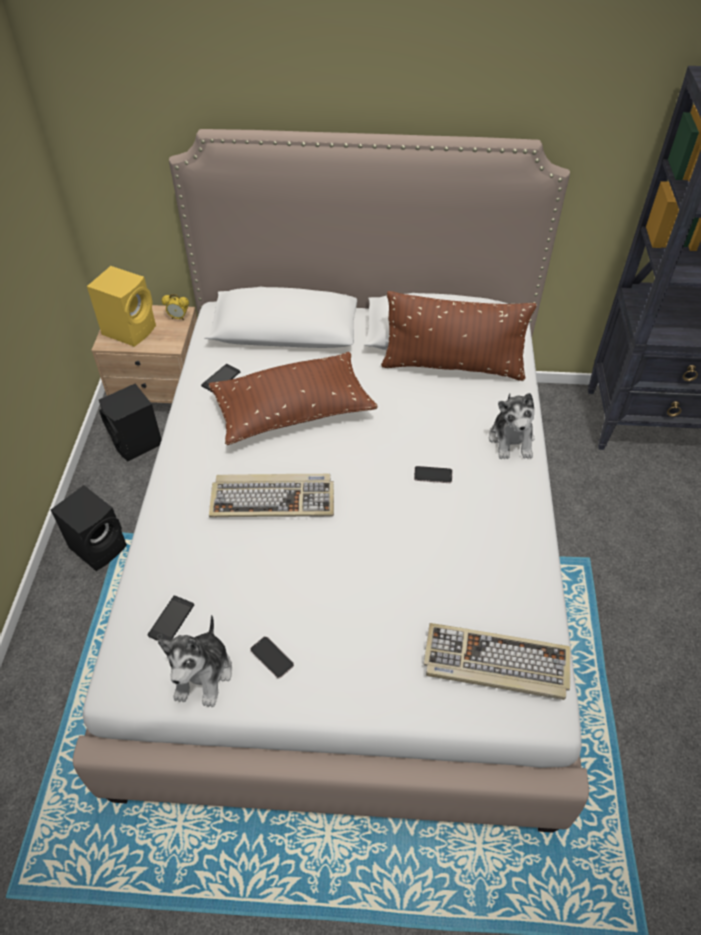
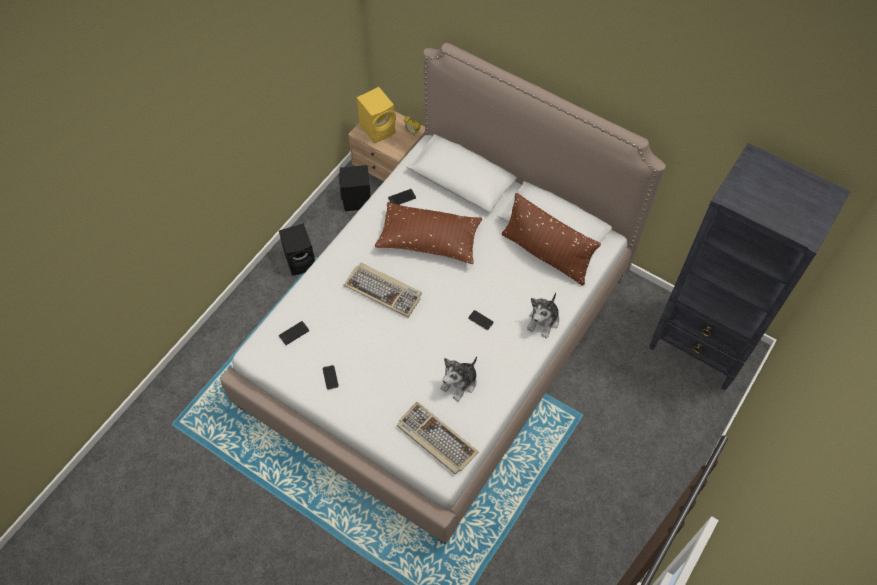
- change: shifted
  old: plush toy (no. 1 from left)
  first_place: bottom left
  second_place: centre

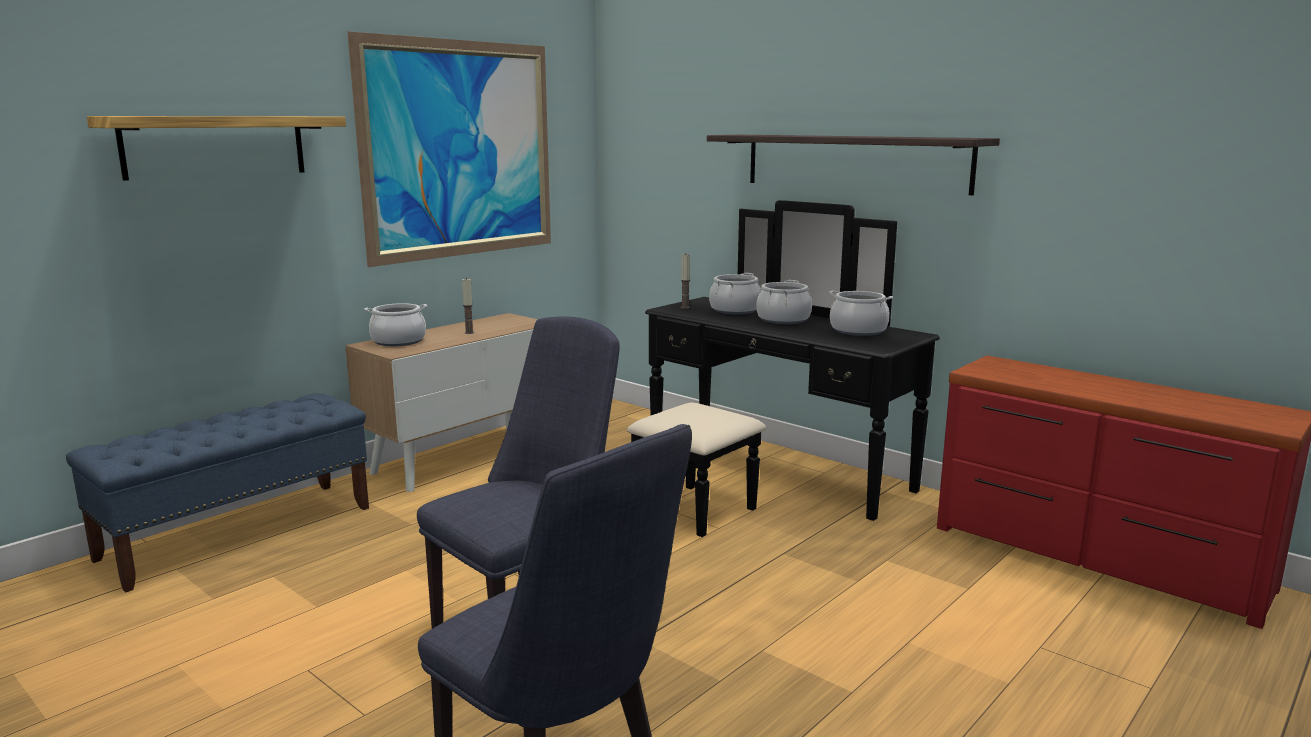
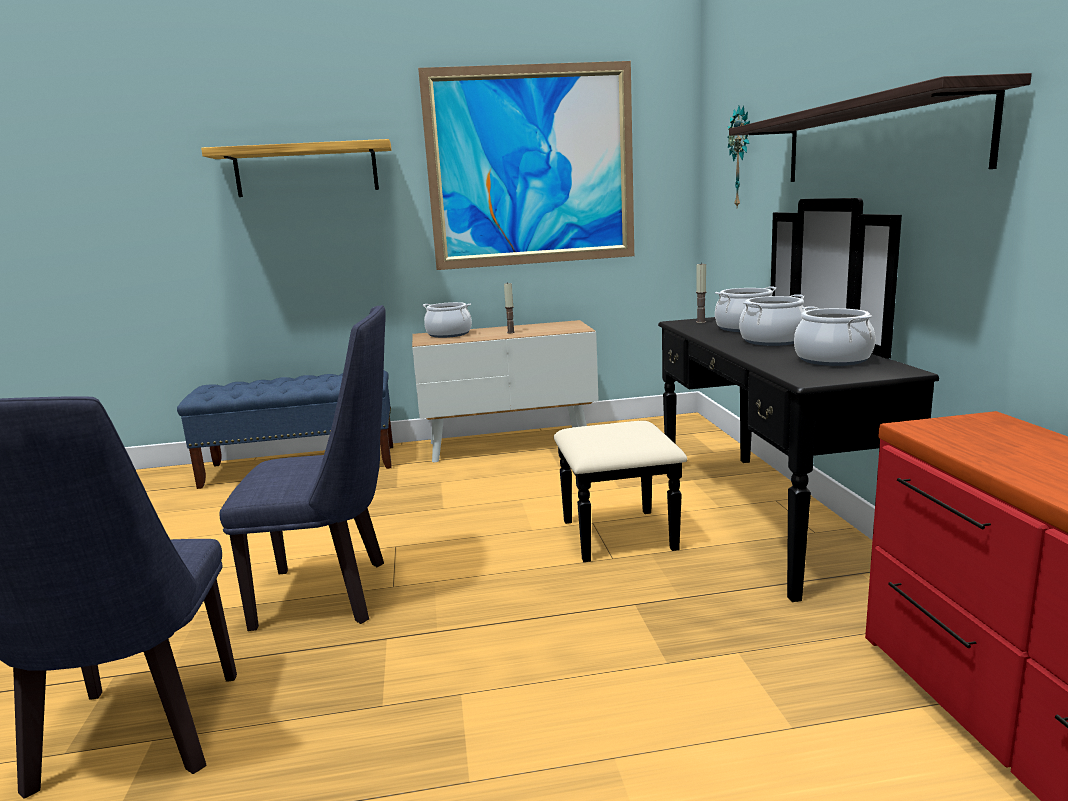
- change: new
  new: wall clock
  second_place: top right

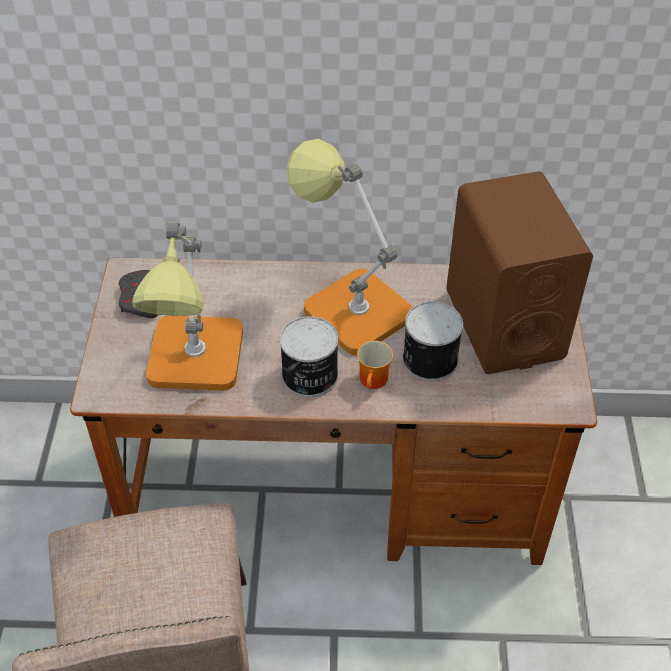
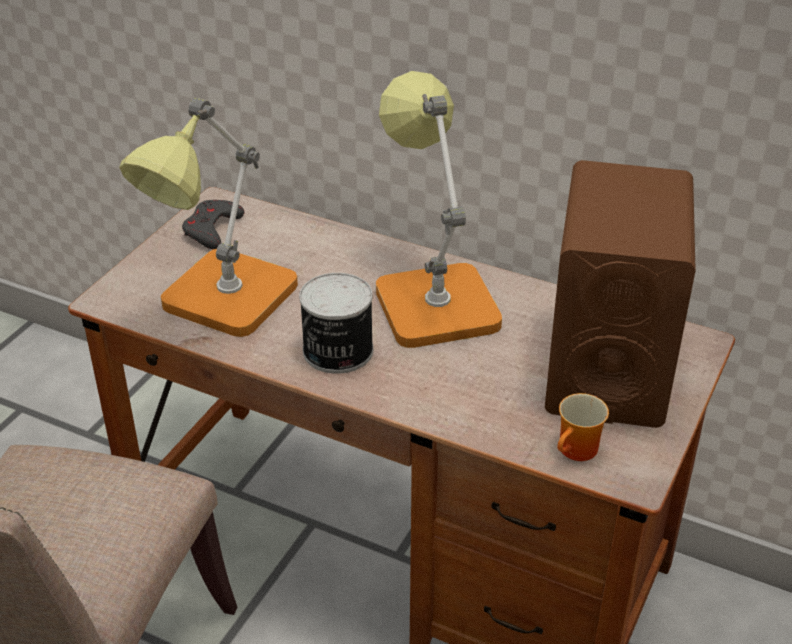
- change: shifted
  old: mug
  first_place: centre
  second_place: middle right
- change: gone
  old: can (no. 2 from left)
  first_place: centre

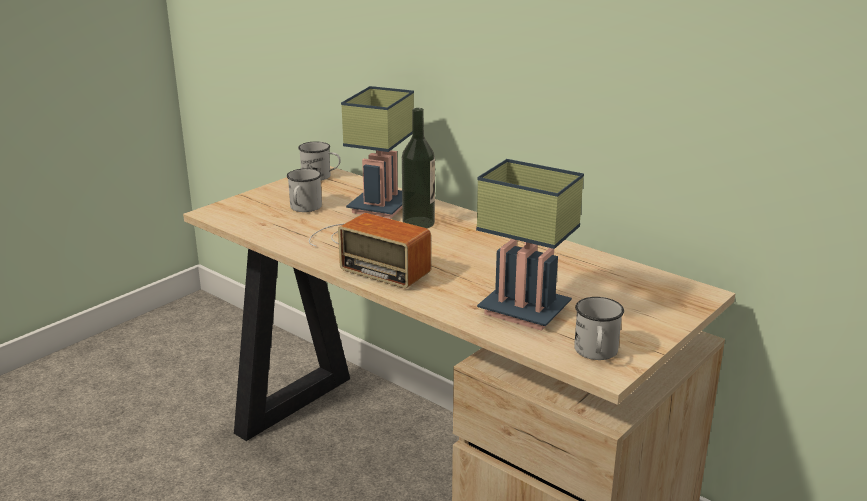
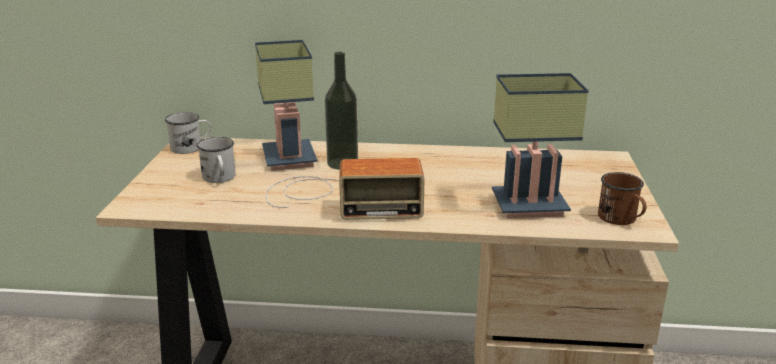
- change: repainted
  old: white mug (no. 3 from left)
  new: brown mug
  first_place: middle right
  second_place: middle right

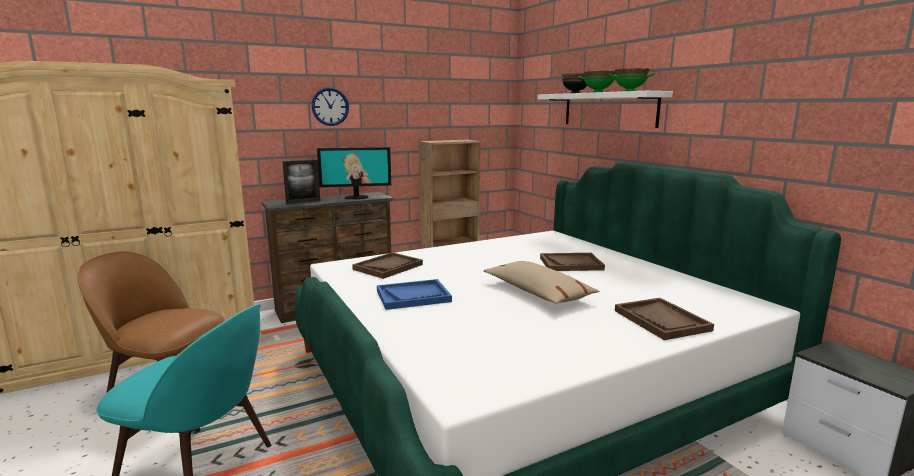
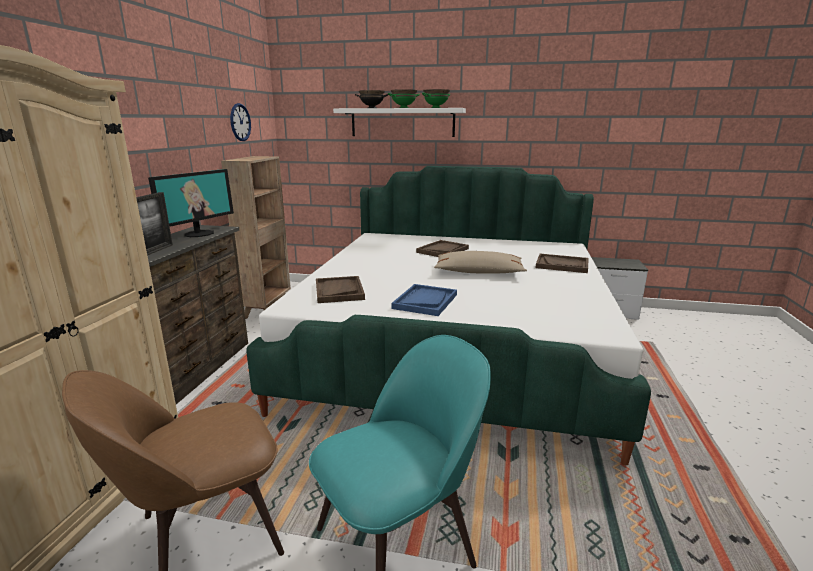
- change: shifted
  old: wall clock
  first_place: top centre
  second_place: top left

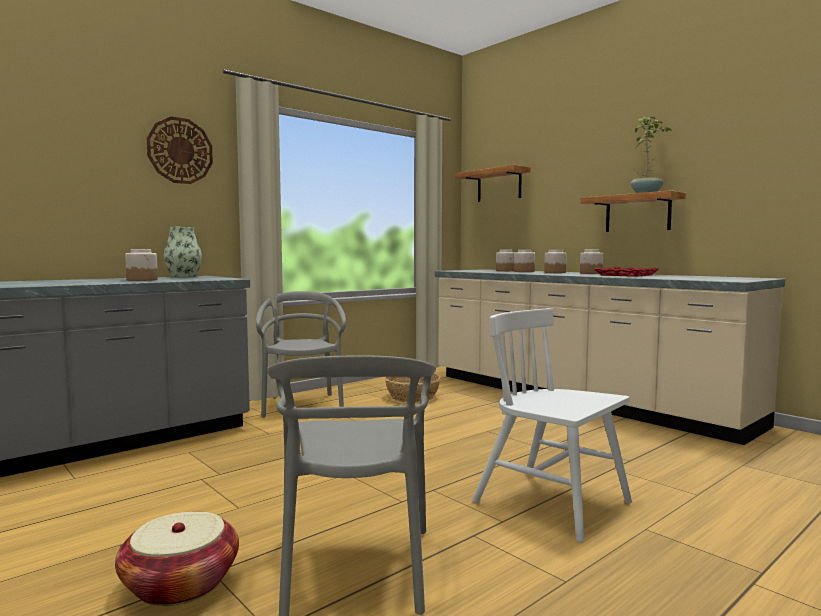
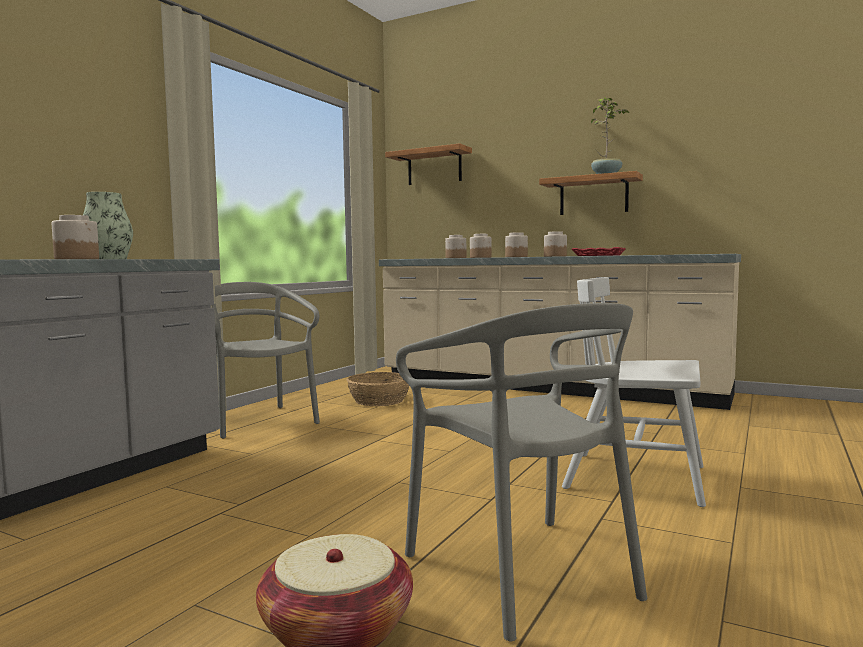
- change: gone
  old: wall clock
  first_place: top left

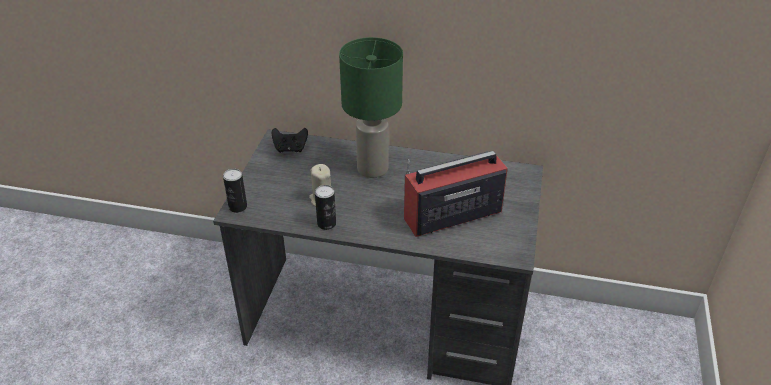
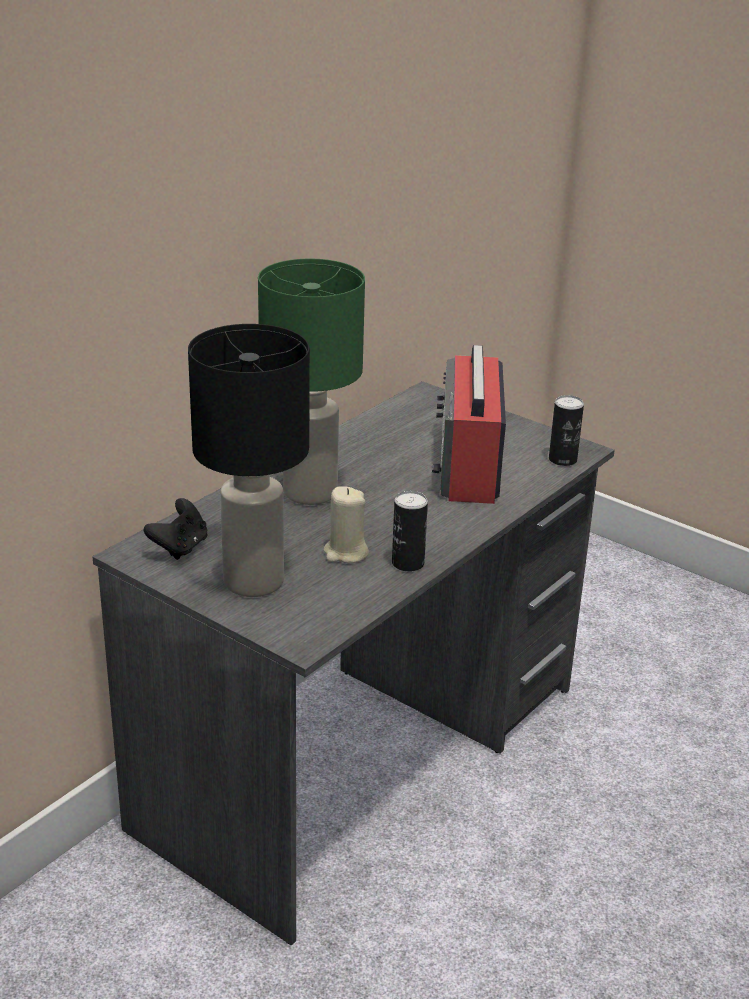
- change: shifted
  old: can (no. 1 from left in the first image)
  new: can (no. 2 from left)
  first_place: middle left
  second_place: middle right
- change: new
  new: black table lamp
  second_place: middle left

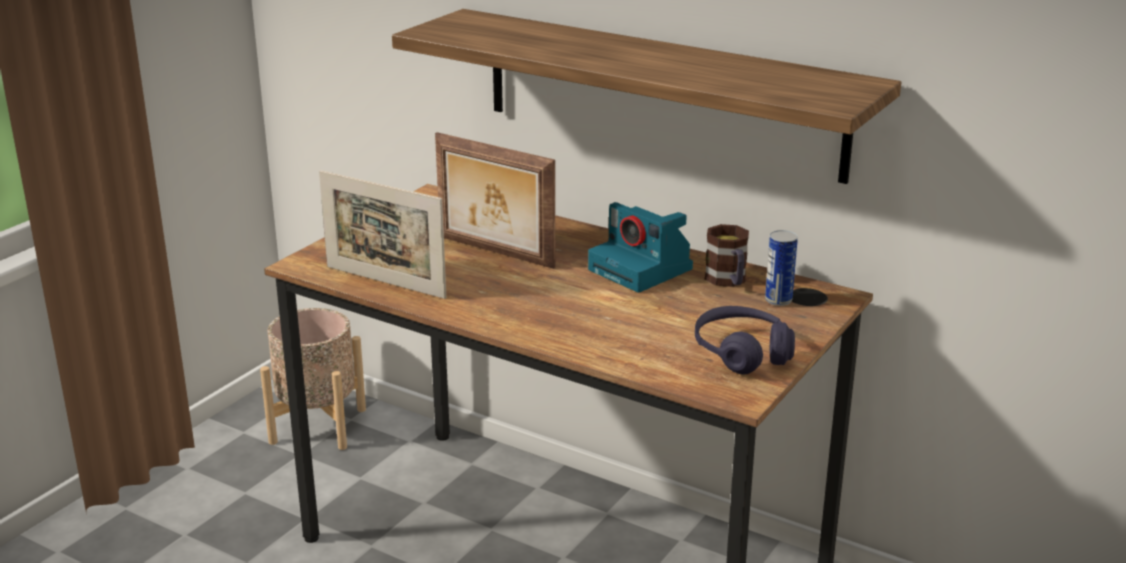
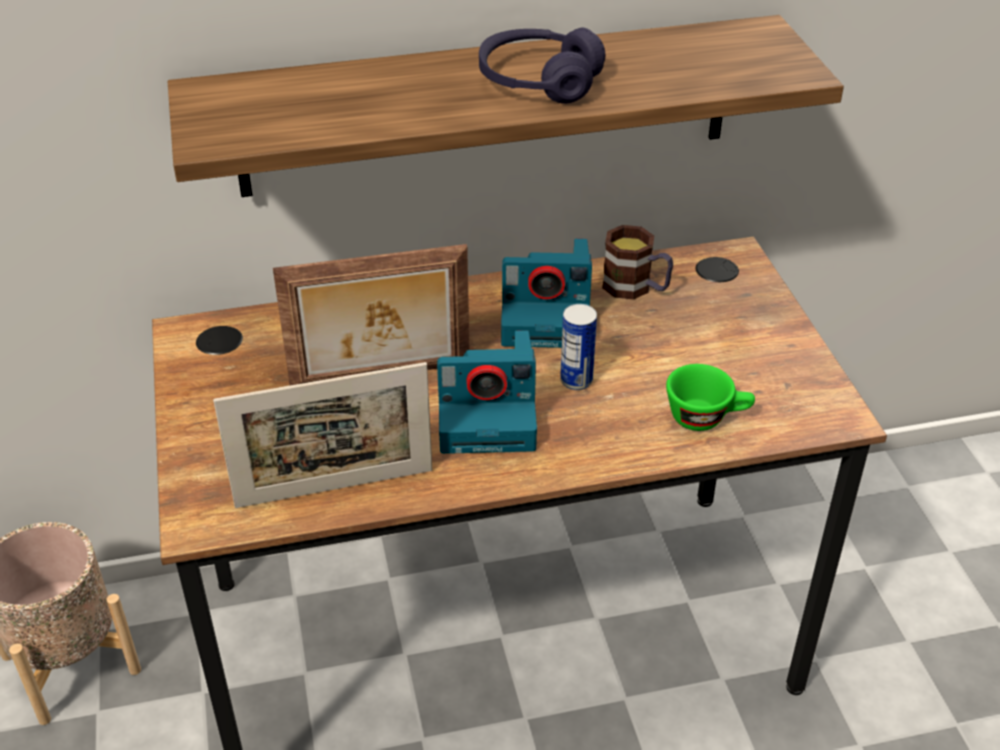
- change: shifted
  old: purple headphones
  first_place: centre
  second_place: top centre
- change: shifted
  old: can
  first_place: middle right
  second_place: centre
- change: new
  new: photo camera (no. 1 from left)
  second_place: centre
- change: new
  new: green cup
  second_place: middle right

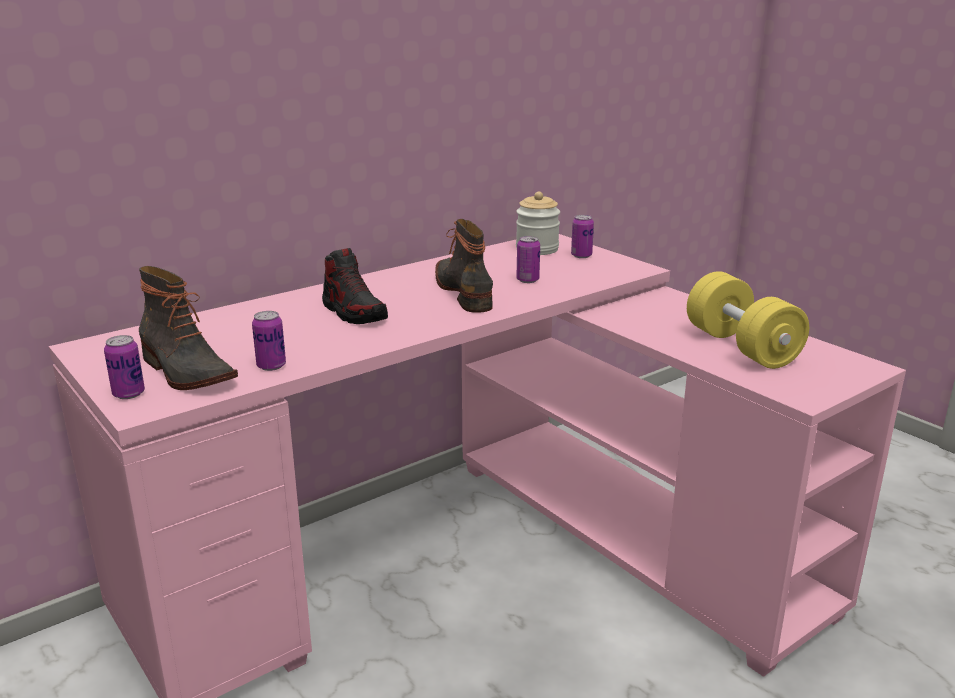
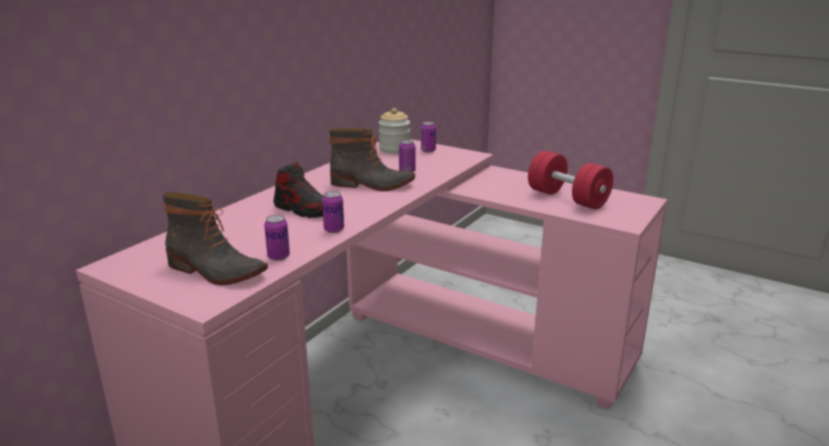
- change: shifted
  old: can (no. 1 from left in the first image)
  new: can (no. 2 from left)
  first_place: middle left
  second_place: centre
- change: rotated
  old: boot (no. 2 from left)
  first_place: centre
  second_place: centre
  degrees: 135
- change: repainted
  old: yellow dumbbell
  new: red dumbbell
  first_place: middle right
  second_place: middle right

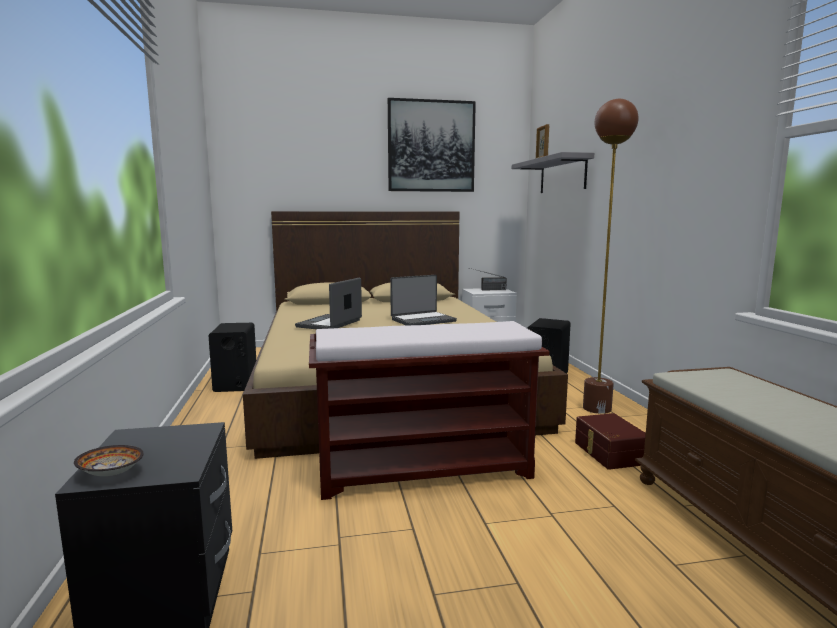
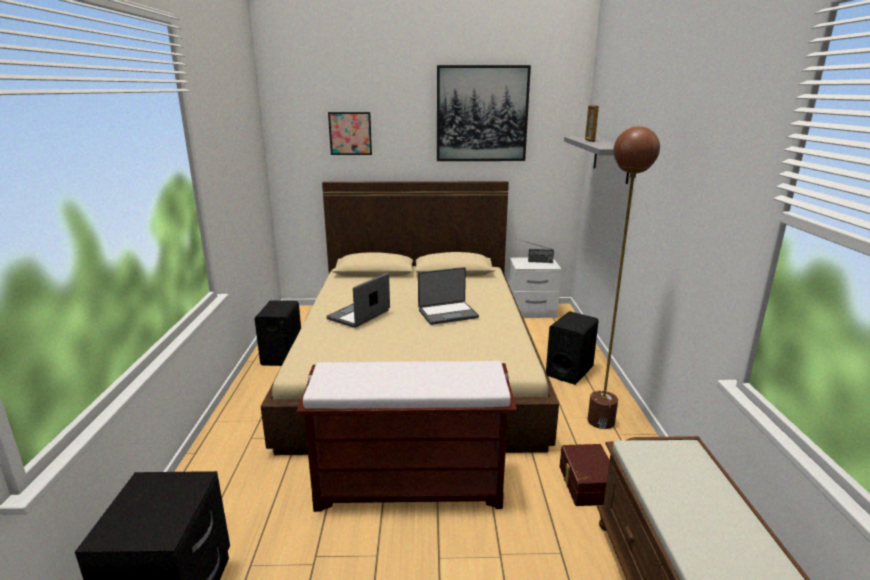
- change: gone
  old: bowl
  first_place: bottom left
- change: new
  new: picture (no. 1 from left)
  second_place: top centre

